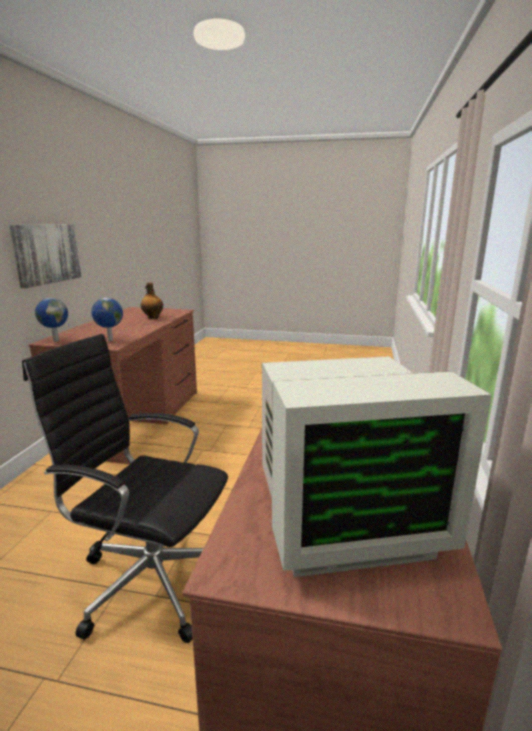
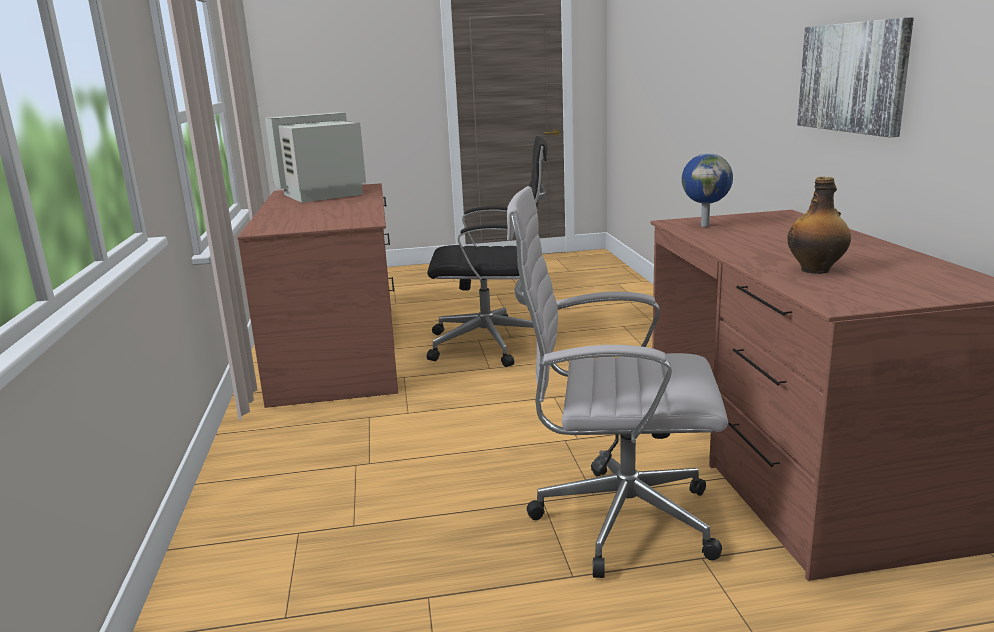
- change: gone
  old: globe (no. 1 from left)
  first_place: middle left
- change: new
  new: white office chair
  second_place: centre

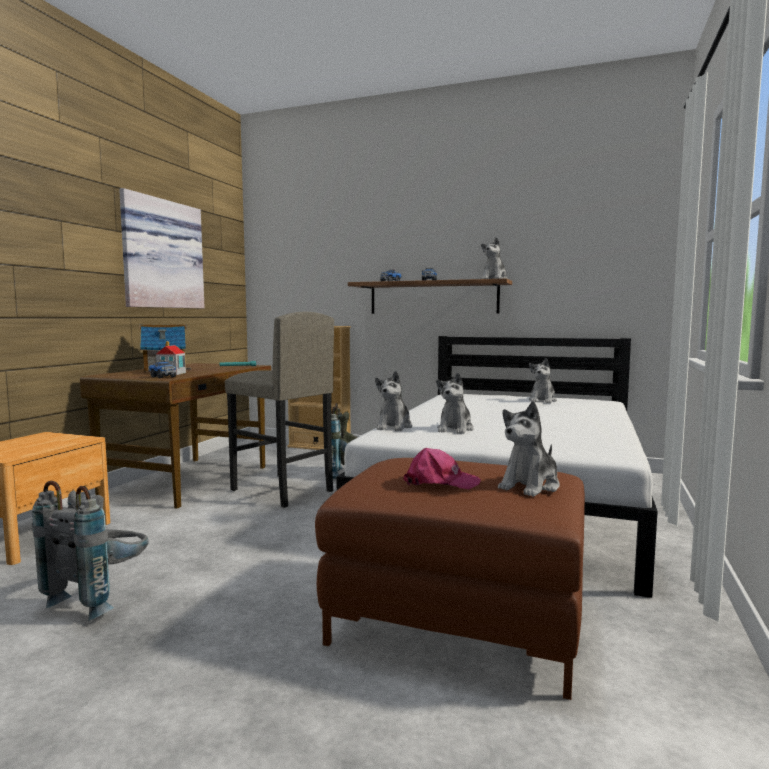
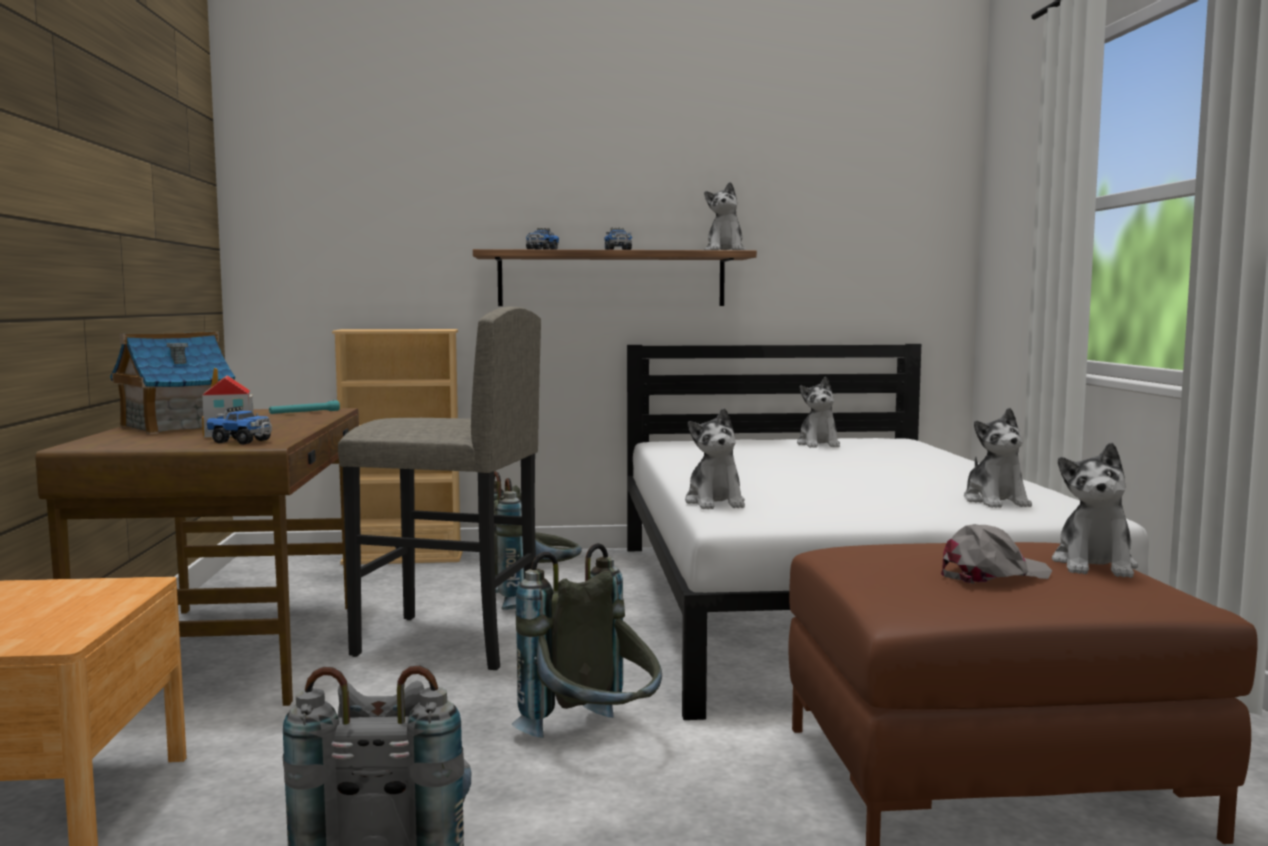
- change: gone
  old: picture
  first_place: top left
- change: repainted
  old: pink cap
  new: grey cap
  first_place: centre
  second_place: middle right
- change: shifted
  old: plush toy (no. 2 from left in the first image)
  new: plush toy (no. 4 from left)
  first_place: centre
  second_place: middle right
- change: new
  new: grey backpack (no. 3 from left)
  second_place: bottom centre

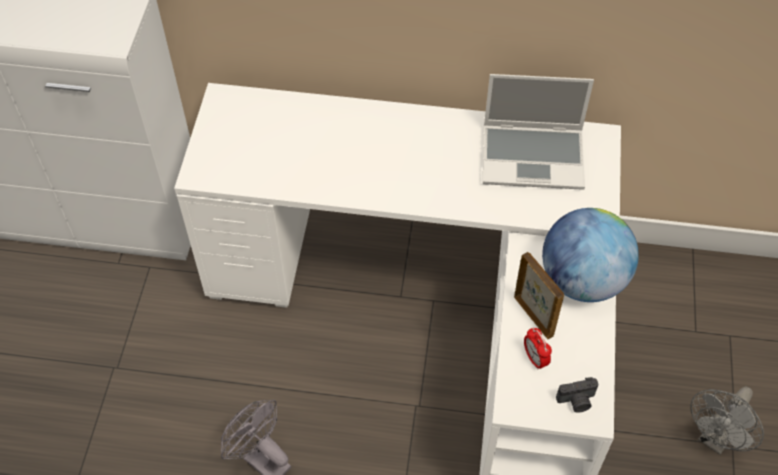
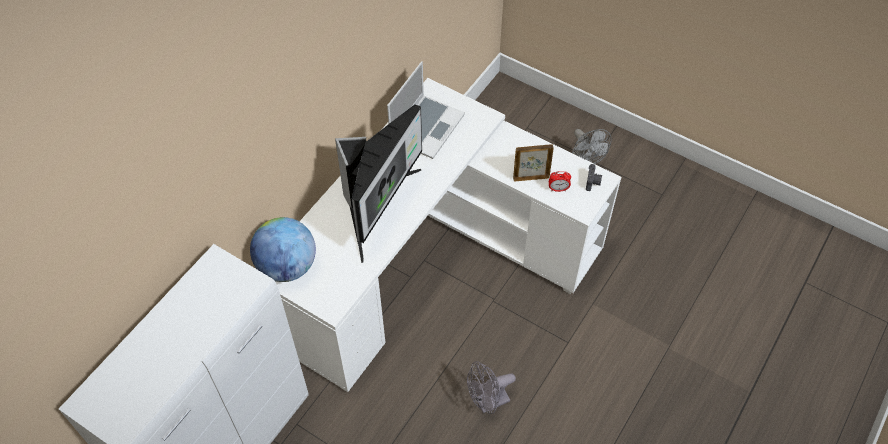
- change: shifted
  old: globe
  first_place: middle right
  second_place: middle left
- change: new
  new: monitor
  second_place: centre

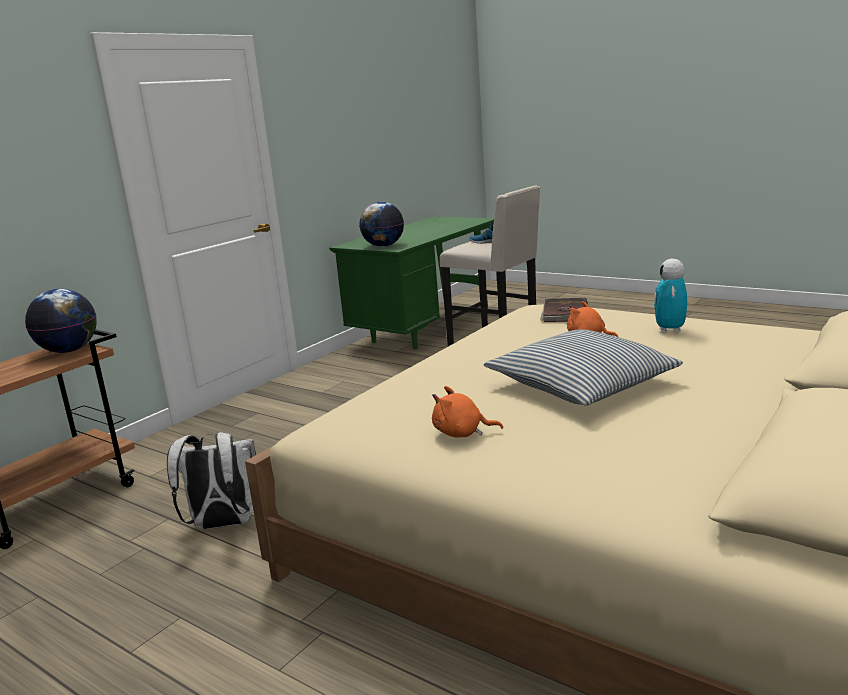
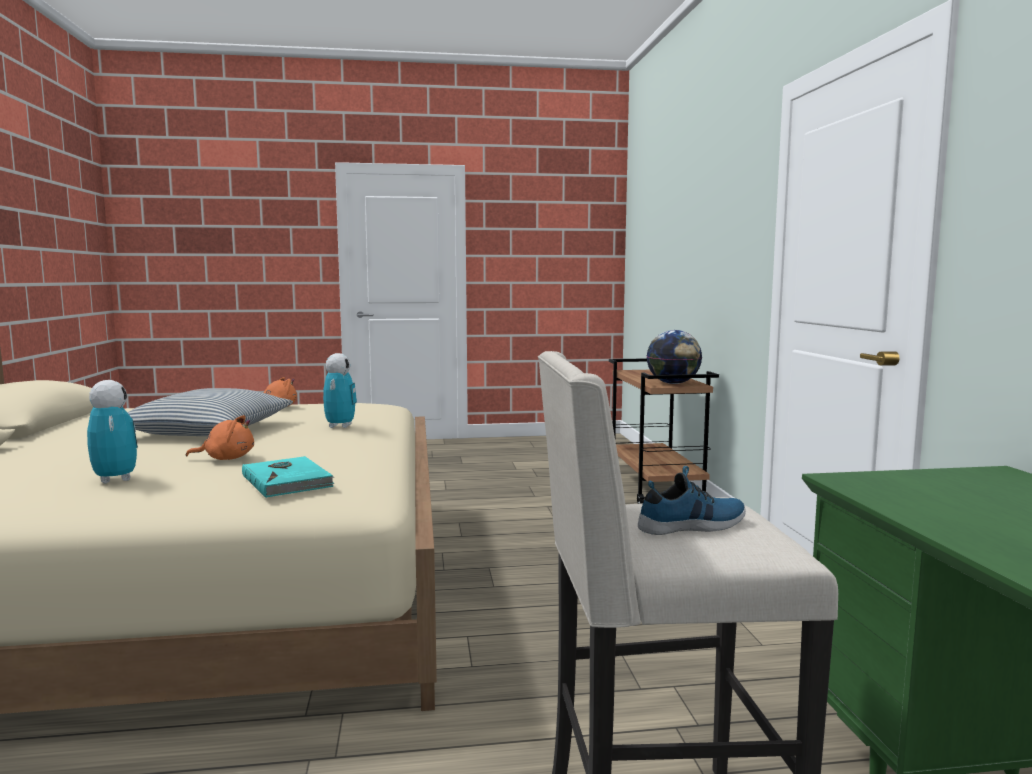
- change: gone
  old: white backpack
  first_place: bottom left
- change: gone
  old: globe (no. 2 from left)
  first_place: top centre
- change: repainted
  old: brown book
  new: turquoise book
  first_place: centre
  second_place: middle left
- change: new
  new: toy robot (no. 2 from left)
  second_place: middle left

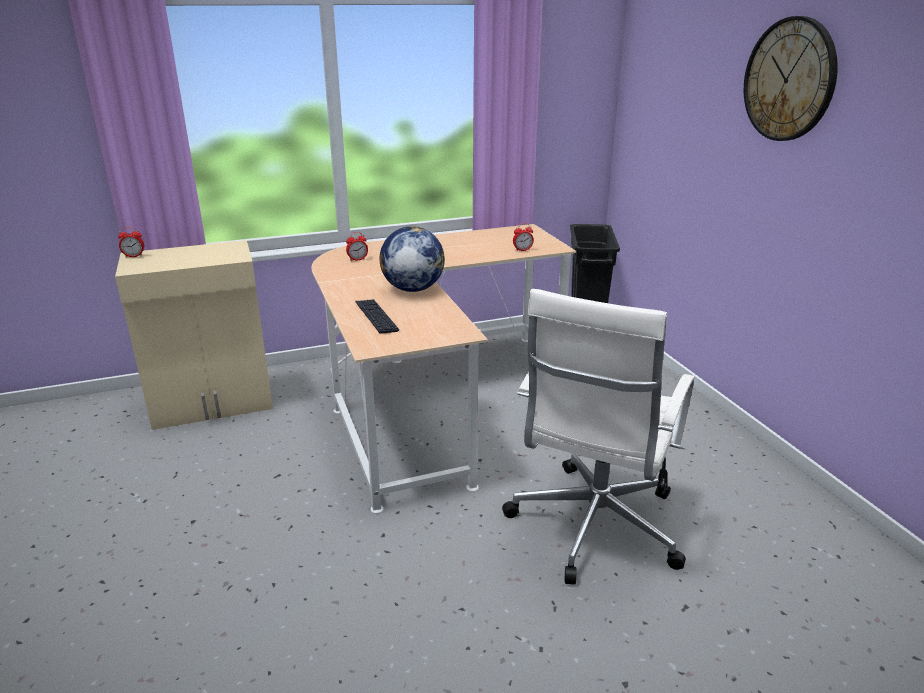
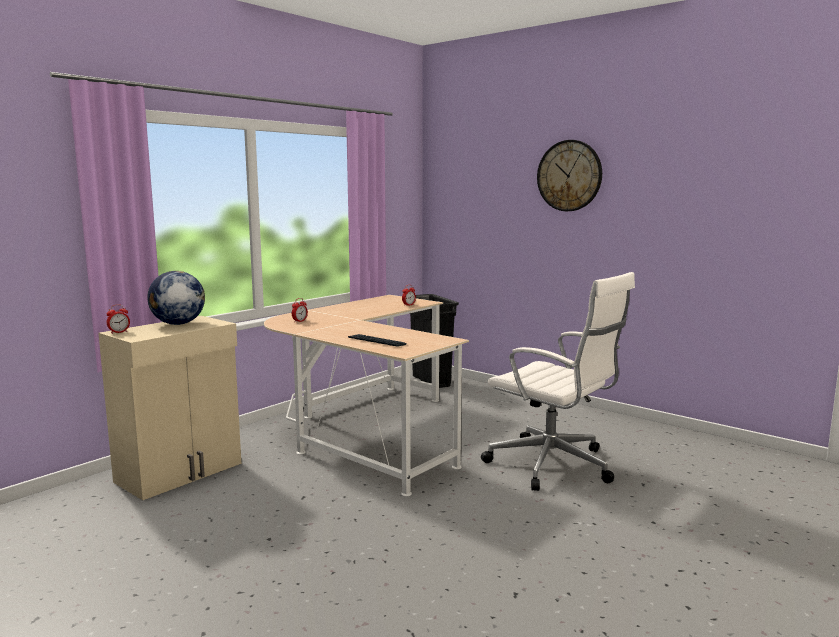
- change: shifted
  old: globe
  first_place: centre
  second_place: middle left
- change: rotated
  old: white office chair
  first_place: centre
  second_place: centre
  degrees: -45

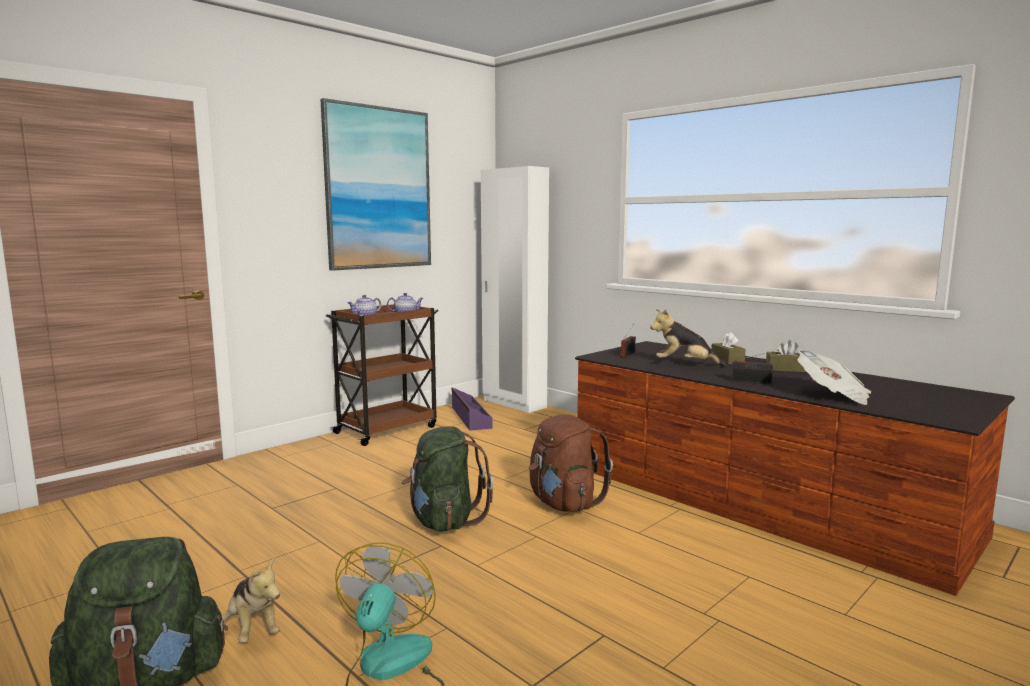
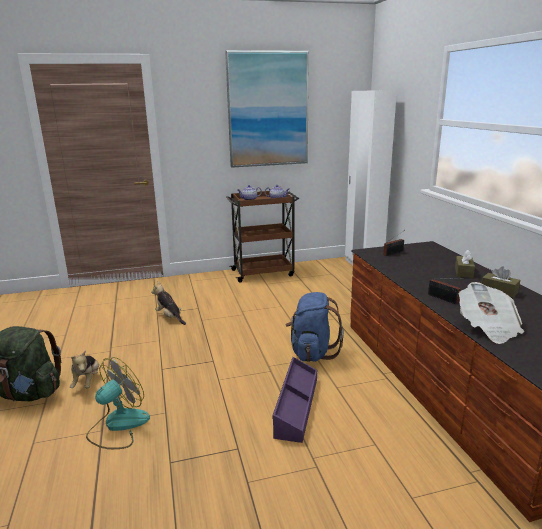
- change: gone
  old: green backpack (no. 2 from left)
  first_place: bottom centre
- change: shifted
  old: purple storage box
  first_place: centre
  second_place: bottom centre
- change: repainted
  old: brown backpack
  new: blue backpack
  first_place: bottom centre
  second_place: centre
- change: shifted
  old: plush toy (no. 2 from left)
  first_place: middle right
  second_place: middle left

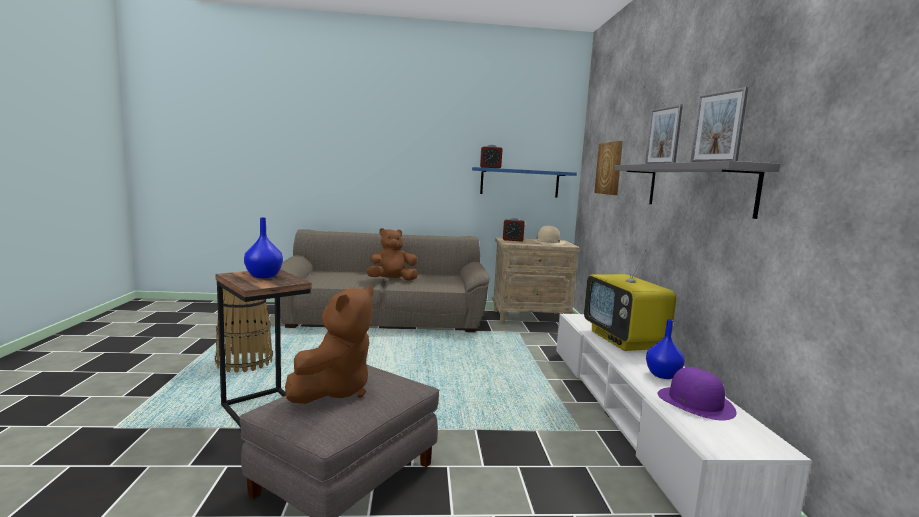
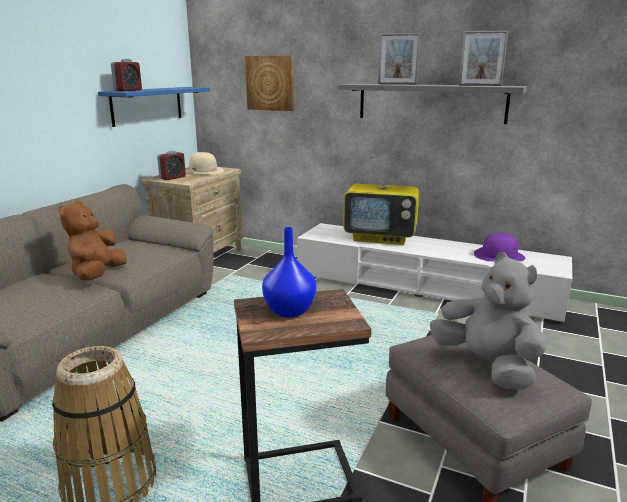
- change: repainted
  old: brown plush toy (no. 1 from left)
  new: grey plush toy
  first_place: bottom centre
  second_place: middle right
- change: gone
  old: blue vase (no. 2 from left)
  first_place: bottom right

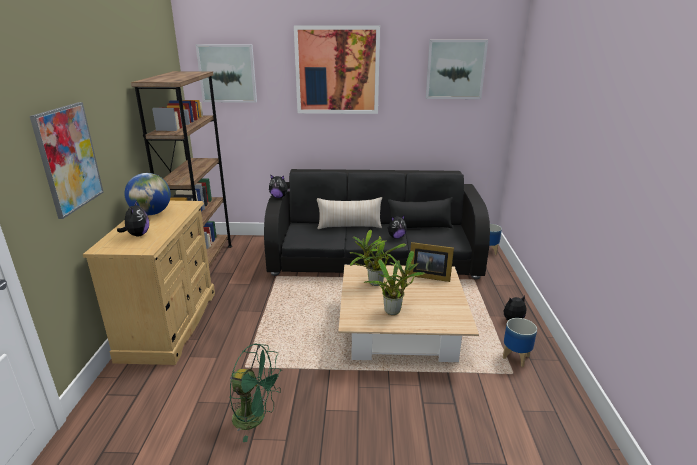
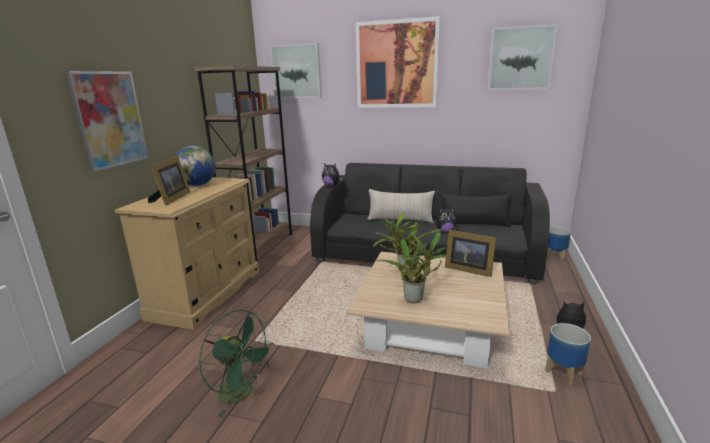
- change: swapped
  old: plush toy (no. 1 from left)
  new: picture frame (no. 1 from left)
  first_place: middle left
  second_place: middle left

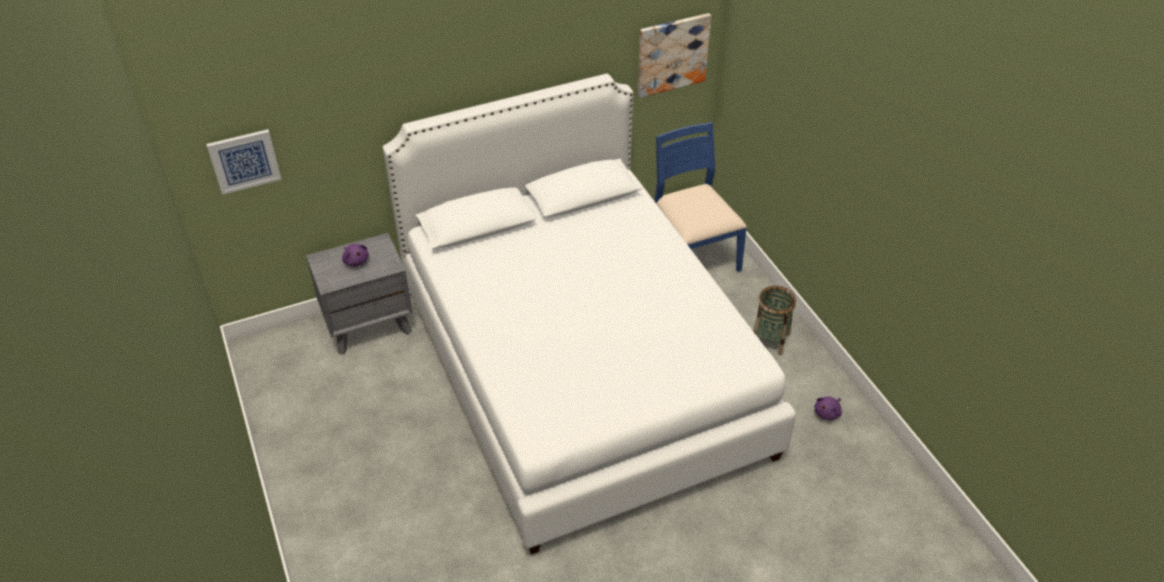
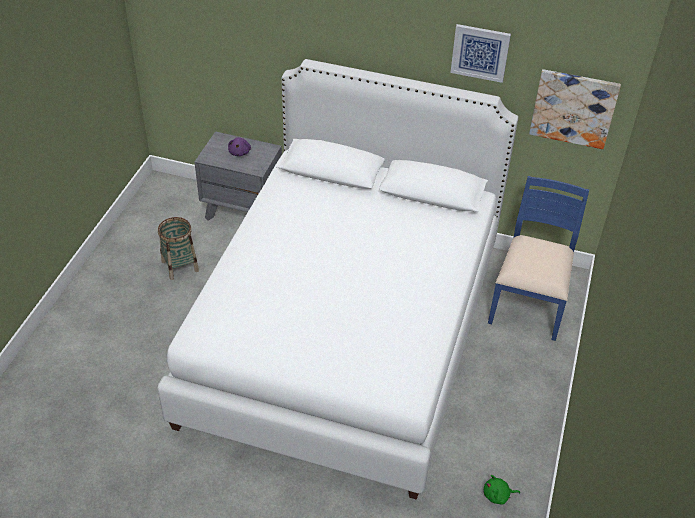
- change: shifted
  old: picture (no. 1 from left)
  first_place: top left
  second_place: top right
- change: shifted
  old: basket
  first_place: centre
  second_place: middle left
- change: repainted
  old: purple plush toy (no. 2 from left)
  new: green plush toy
  first_place: bottom right
  second_place: bottom right

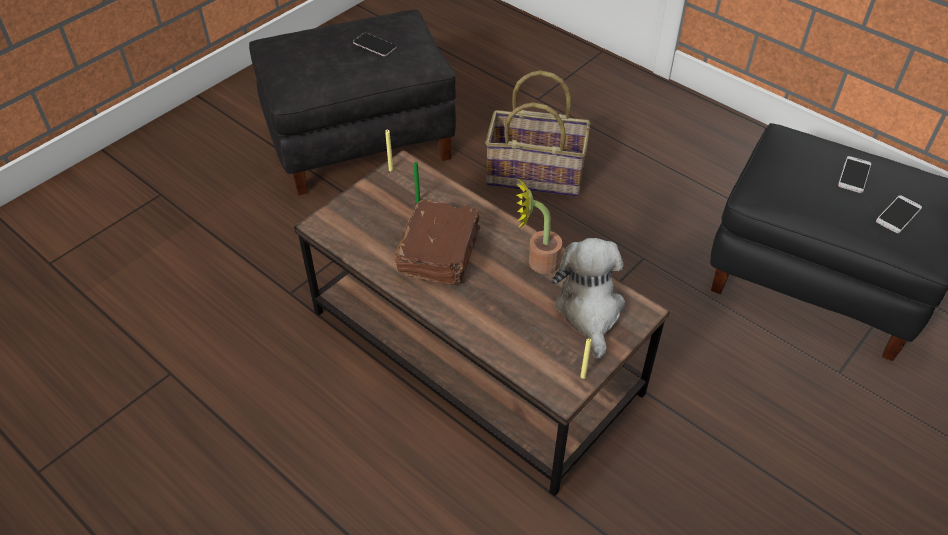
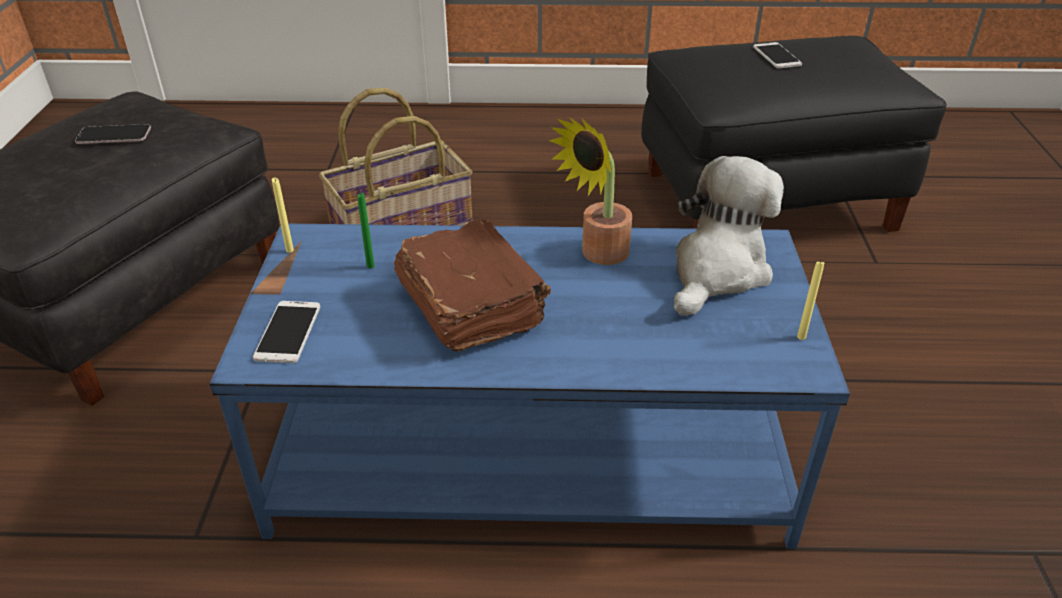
- change: repainted
  old: brown coffee table
  new: blue coffee table
  first_place: centre
  second_place: centre
- change: rotated
  old: plush toy
  first_place: centre
  second_place: middle right
  degrees: 75
- change: shifted
  old: phone (no. 3 from left in the first image)
  new: phone (no. 2 from left)
  first_place: middle right
  second_place: middle left

